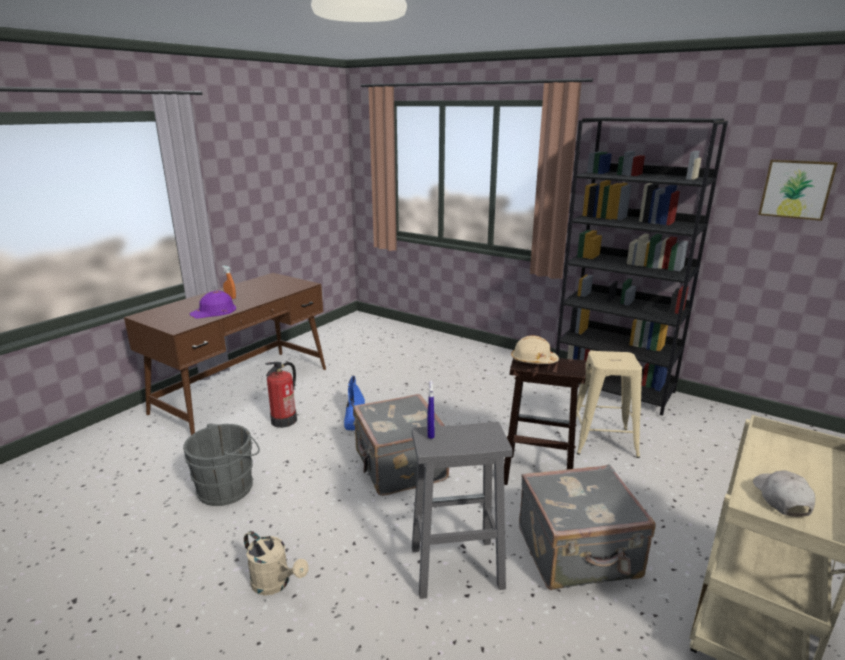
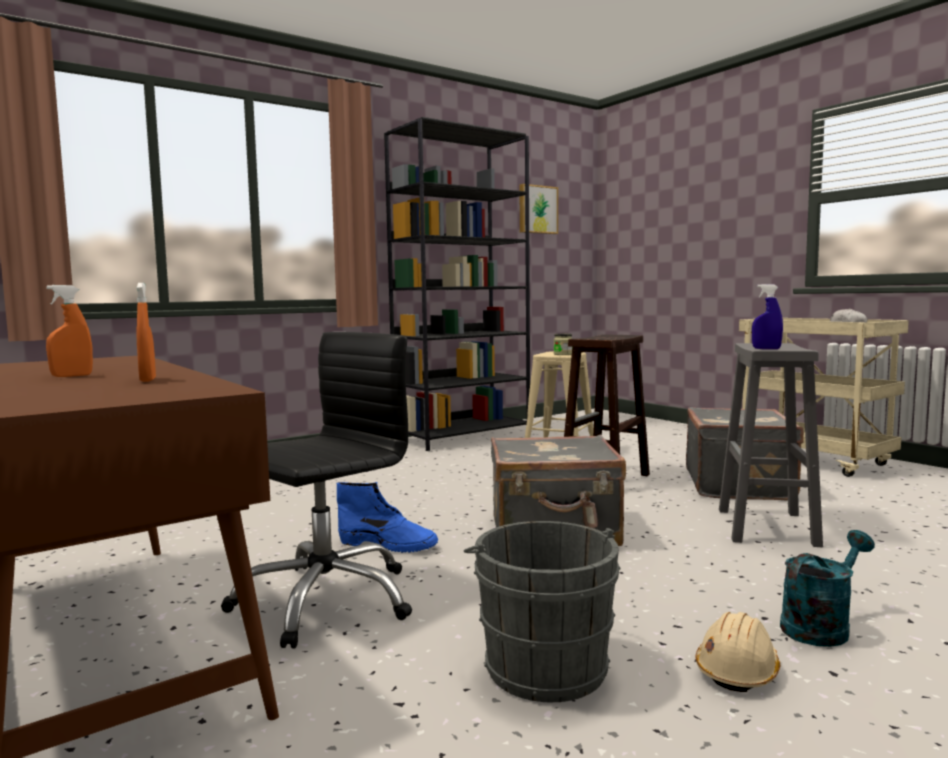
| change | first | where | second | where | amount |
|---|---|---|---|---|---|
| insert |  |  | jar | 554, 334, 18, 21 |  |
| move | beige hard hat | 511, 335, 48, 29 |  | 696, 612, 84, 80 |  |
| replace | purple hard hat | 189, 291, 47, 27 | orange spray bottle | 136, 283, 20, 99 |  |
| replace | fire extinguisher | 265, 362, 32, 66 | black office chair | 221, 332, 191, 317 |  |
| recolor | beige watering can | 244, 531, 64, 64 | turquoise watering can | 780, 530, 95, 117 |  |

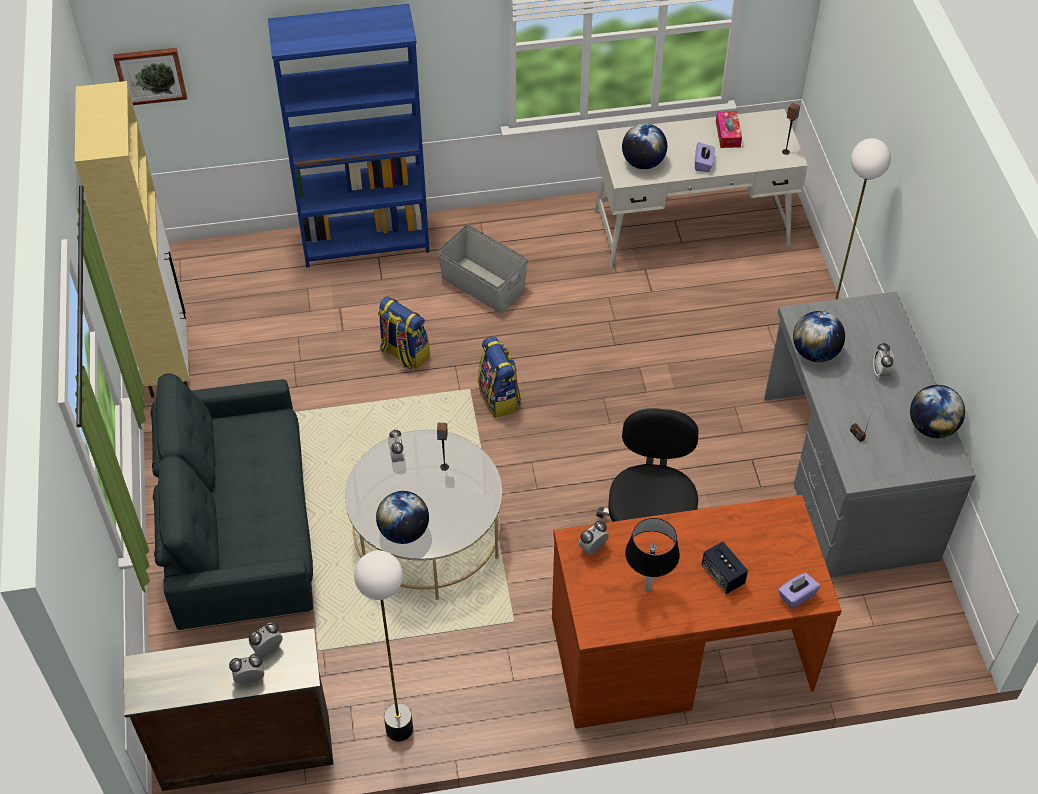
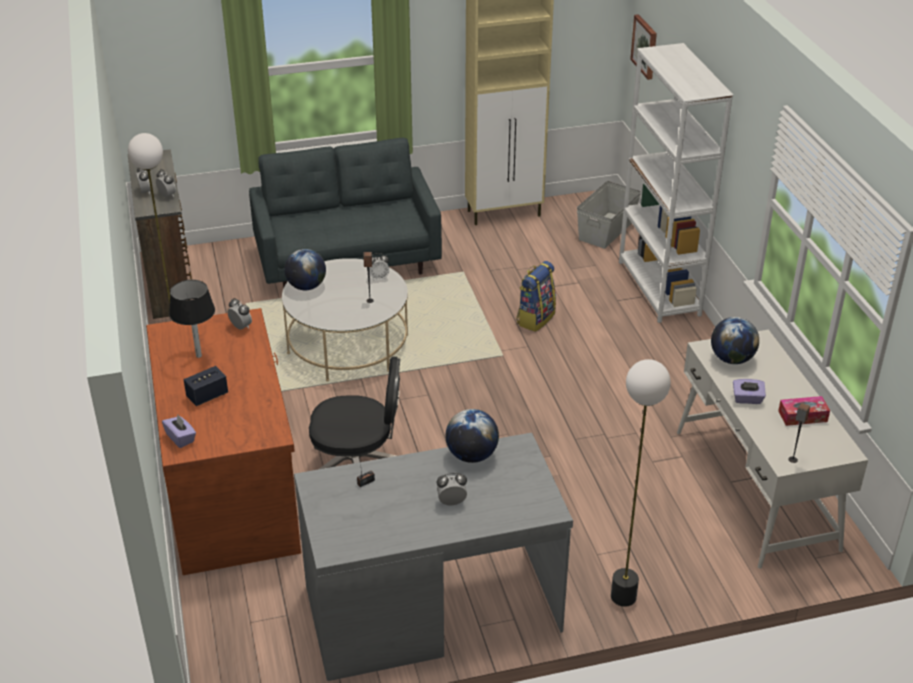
| change | first | where | second | where | amount |
|---|---|---|---|---|---|
| delete | backpack | 478, 336, 43, 82 |  |  |  |
| delete | globe | 910, 385, 55, 53 |  |  |  |
| move | grey storage box | 437, 224, 91, 90 |  | 577, 181, 64, 68 |  |
| recolor | blue bookcase | 268, 4, 162, 264 | white bookcase | 619, 43, 114, 280 |  |

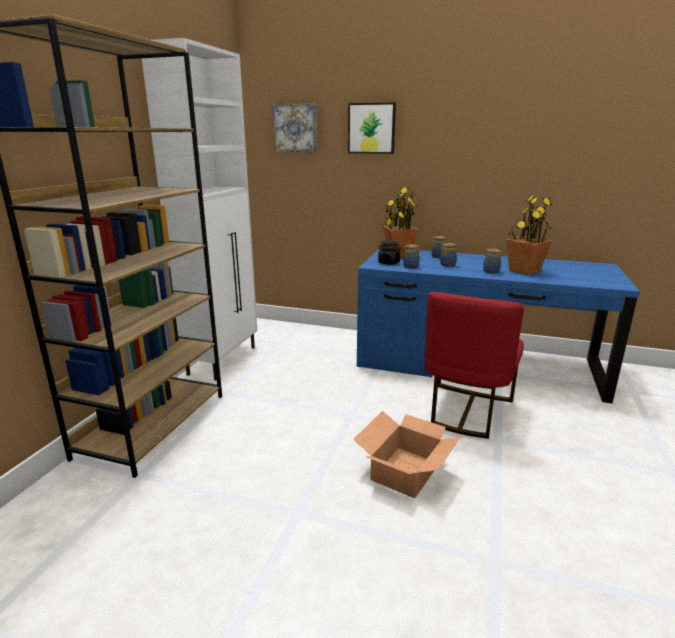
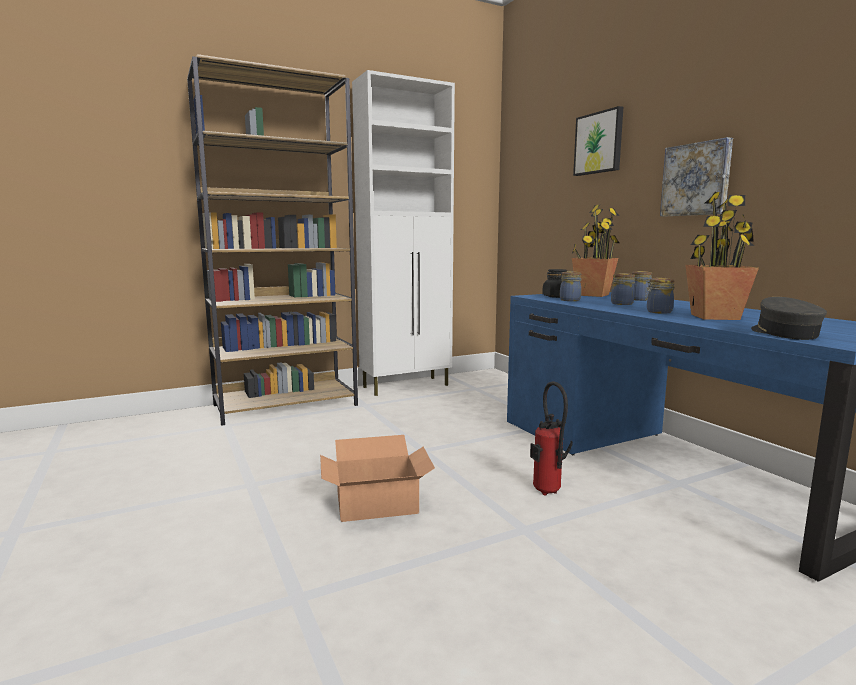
| change | first | where | second | where | amount |
|---|---|---|---|---|---|
| insert |  |  | grey cap | 751, 297, 76, 43 |  |
| move | picture | 273, 103, 44, 49 |  | 660, 137, 73, 79 |  |
| replace | red chair | 424, 292, 100, 147 | fire extinguisher | 530, 381, 43, 115 |  |

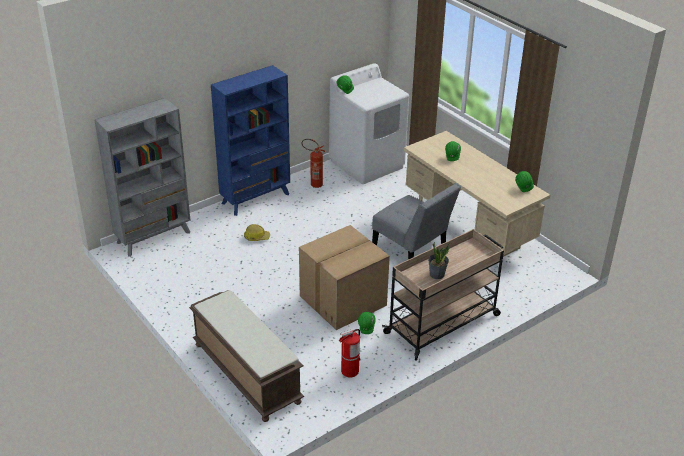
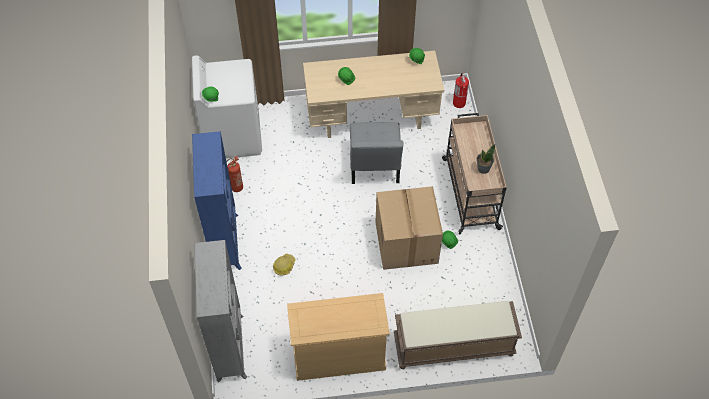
| change | first | where | second | where | amount |
|---|---|---|---|---|---|
| insert |  |  | beige dresser | 287, 293, 103, 88 |  |
| move | fire extinguisher | 339, 329, 22, 49 |  | 453, 73, 16, 35 |  |
| rotate | grey chair | 372, 183, 89, 77 |  | 350, 122, 54, 62 | 105 degrees clockwise |

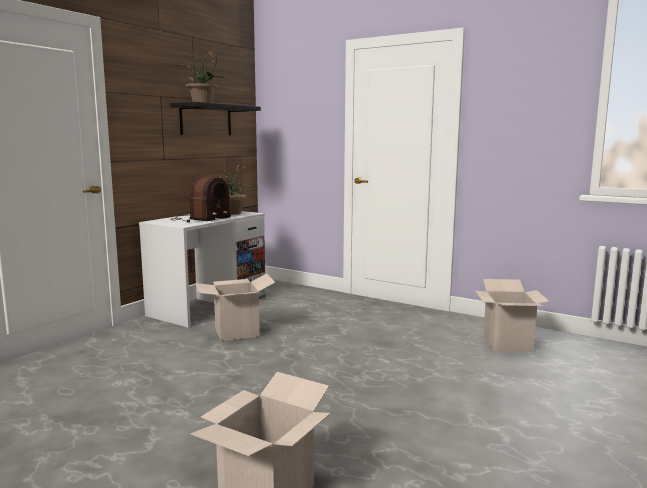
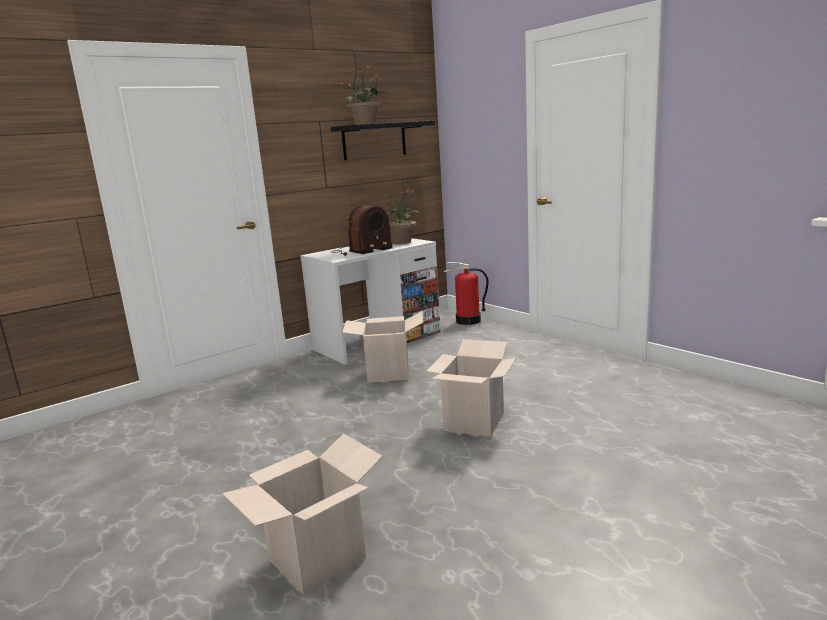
| change | first | where | second | where | amount |
|---|---|---|---|---|---|
| insert |  |  | fire extinguisher | 444, 262, 45, 63 |  |
| move | cardboard box | 475, 279, 75, 73 |  | 426, 339, 90, 98 |  |

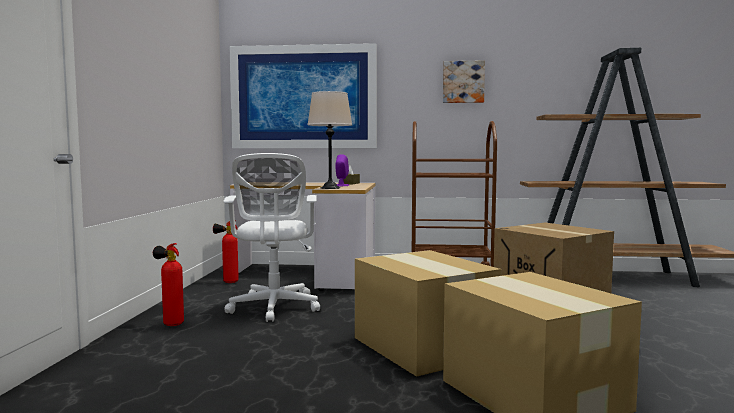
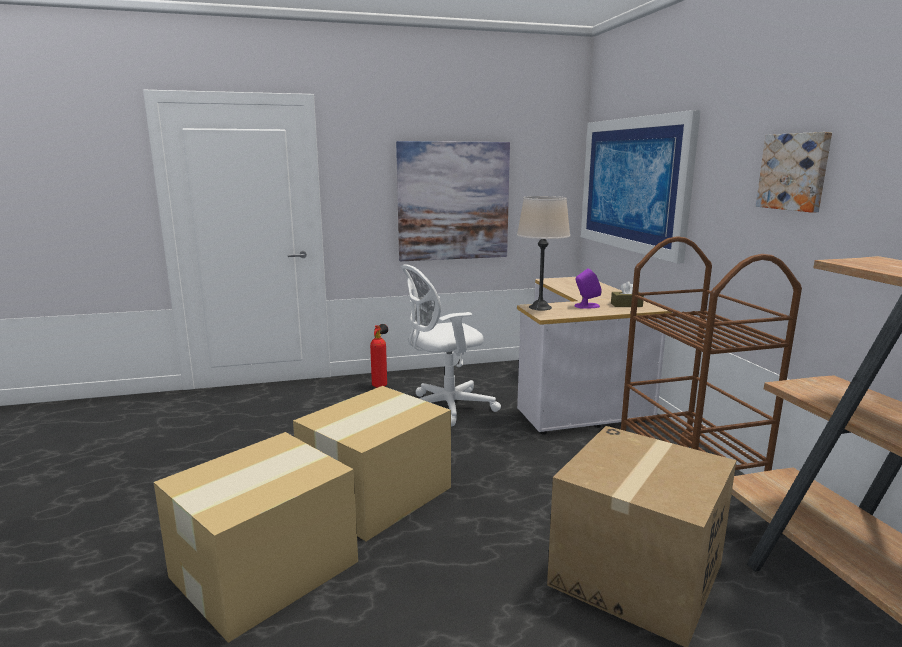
| change | first | where | second | where | amount |
|---|---|---|---|---|---|
| delete | fire extinguisher | 213, 220, 26, 63 |  |  |  |
| insert |  |  | picture | 396, 141, 114, 120 |  |

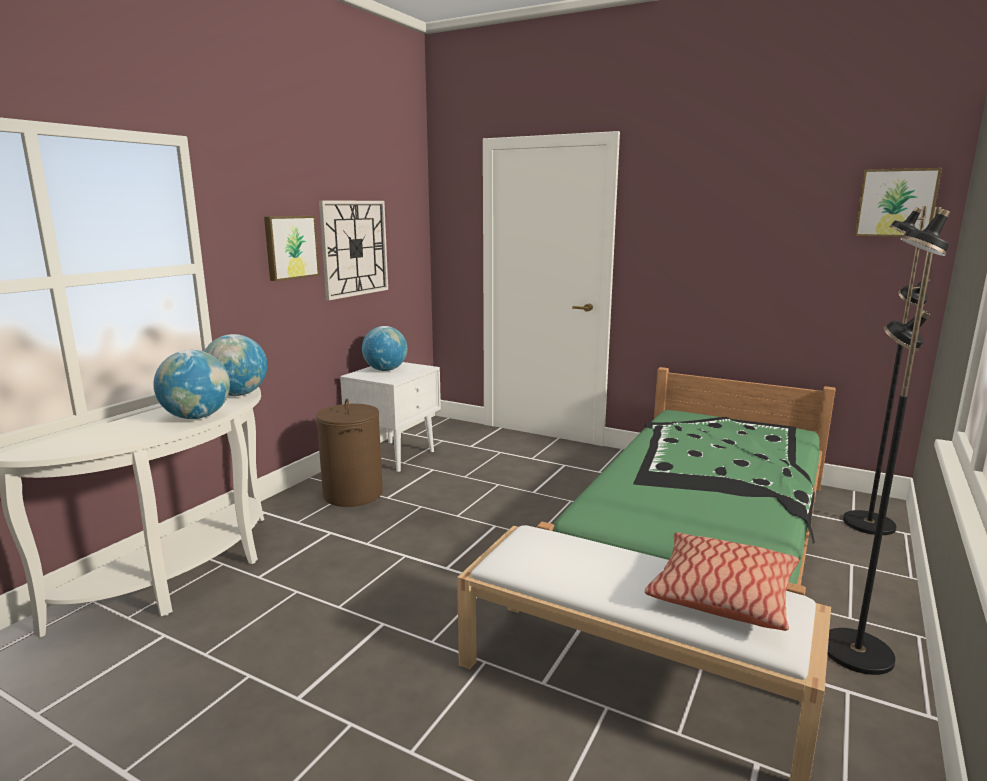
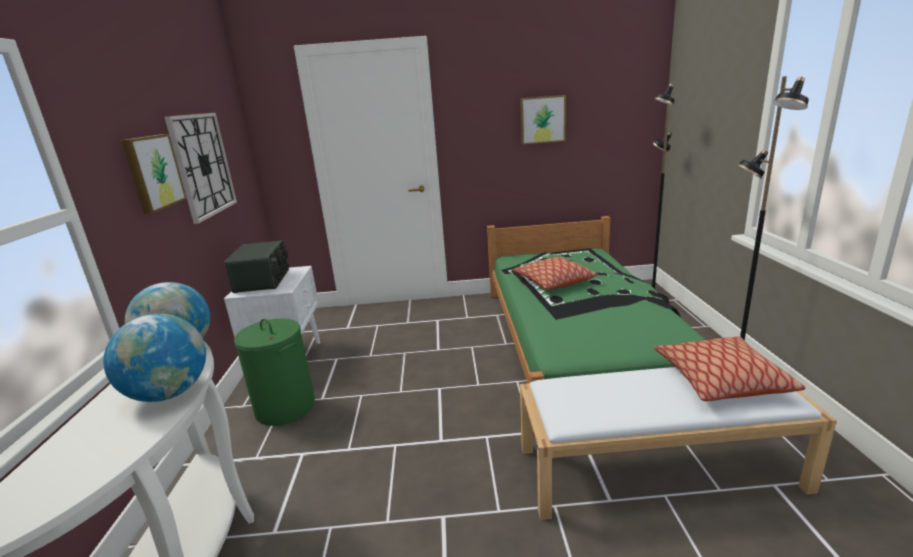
| change | first | where | second | where | amount |
|---|---|---|---|---|---|
| insert |  |  | pillow | 513, 257, 84, 33 |  |
| move | picture | 855, 168, 87, 69 |  | 520, 95, 46, 50 |  |
| replace | globe | 362, 326, 45, 45 | radio | 225, 240, 64, 53 |  |
| recolor | brown laundry basket | 316, 399, 67, 108 | green laundry basket | 234, 318, 81, 108 |  |

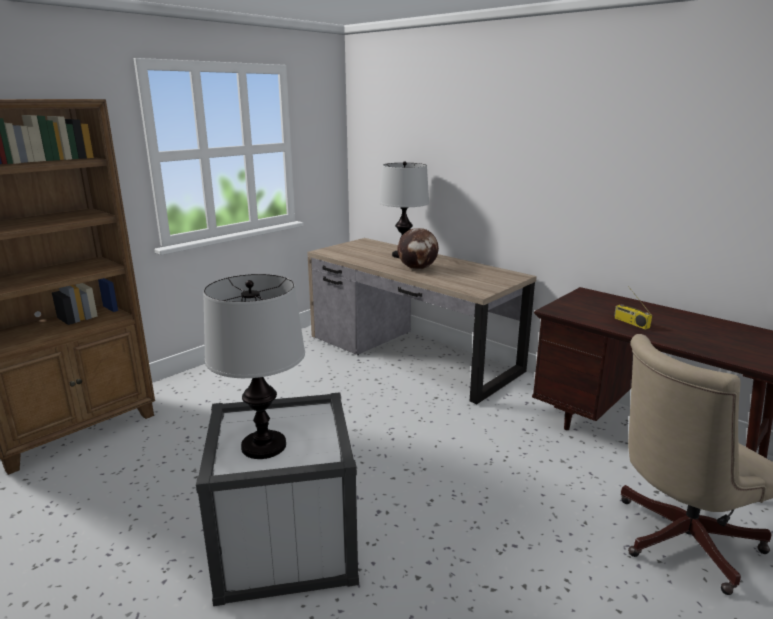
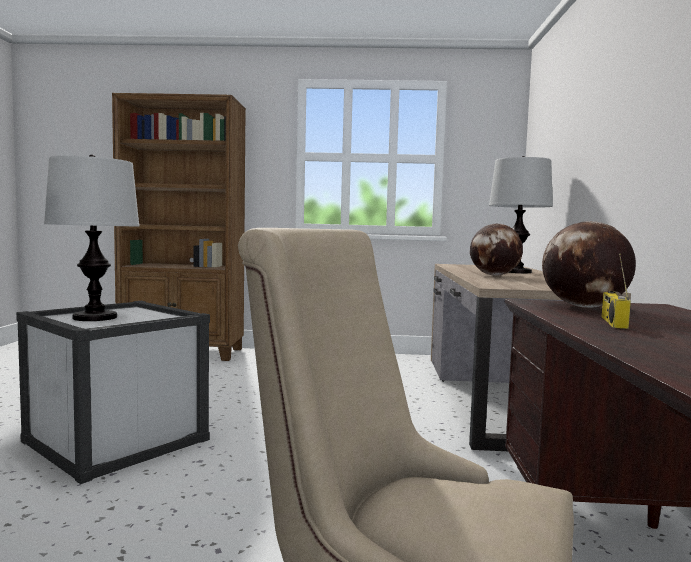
| change | first | where | second | where | amount |
|---|---|---|---|---|---|
| insert |  |  | globe | 542, 221, 94, 87 |  |

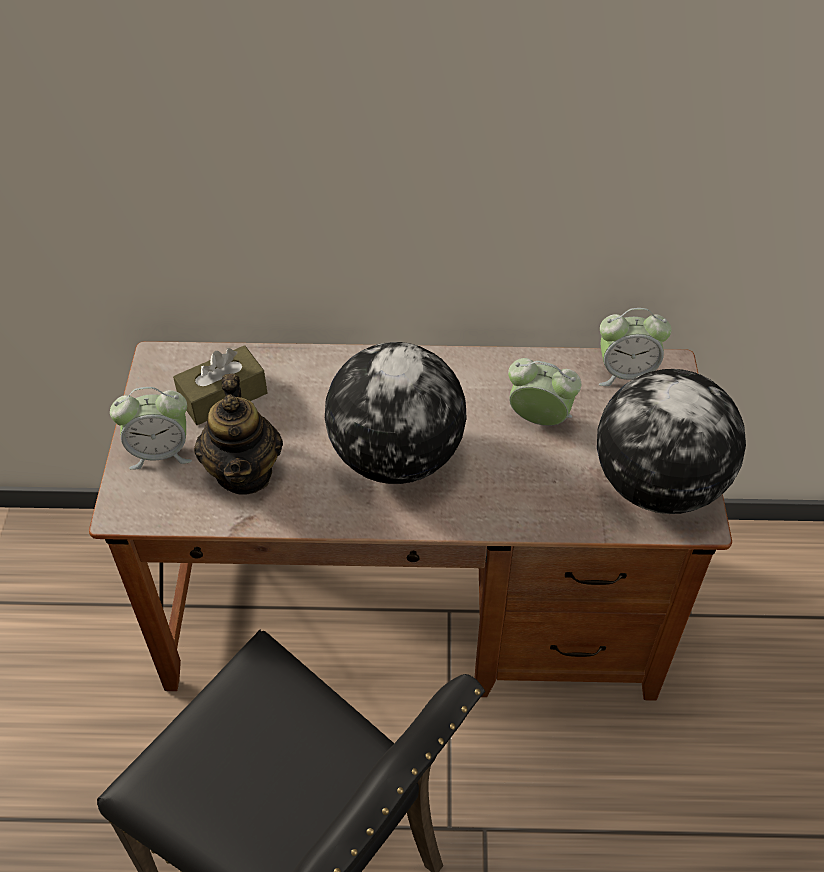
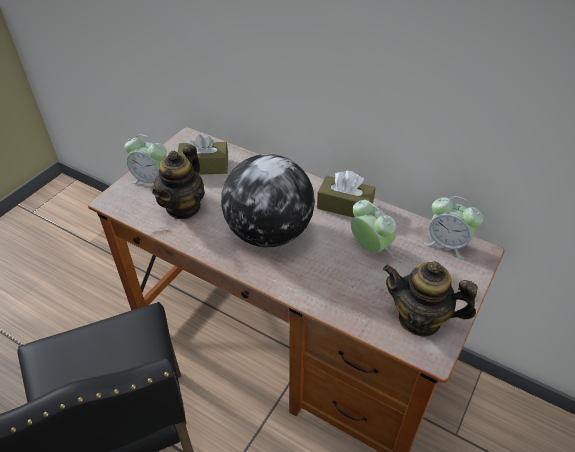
| change | first | where | second | where | amount |
|---|---|---|---|---|---|
| insert |  |  | brown tissue box | 317, 171, 59, 47 |  |
| replace | globe | 597, 369, 149, 145 | teapot | 383, 261, 95, 76 |  |

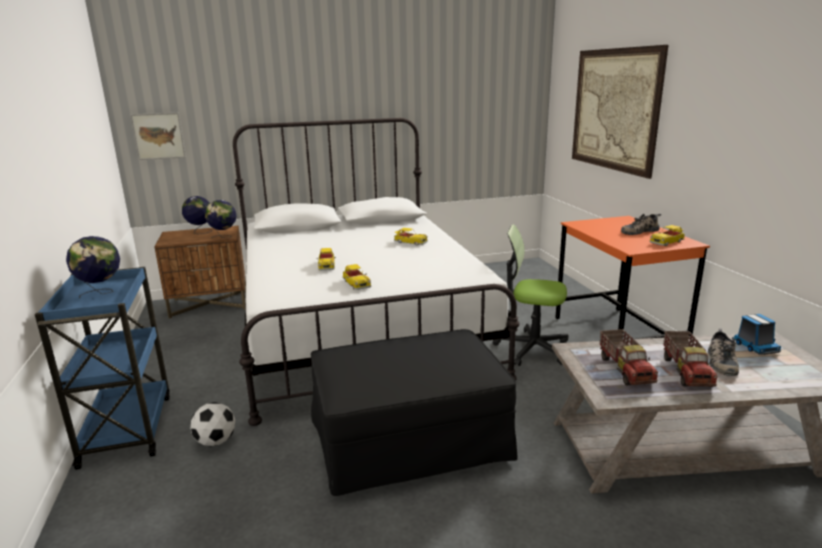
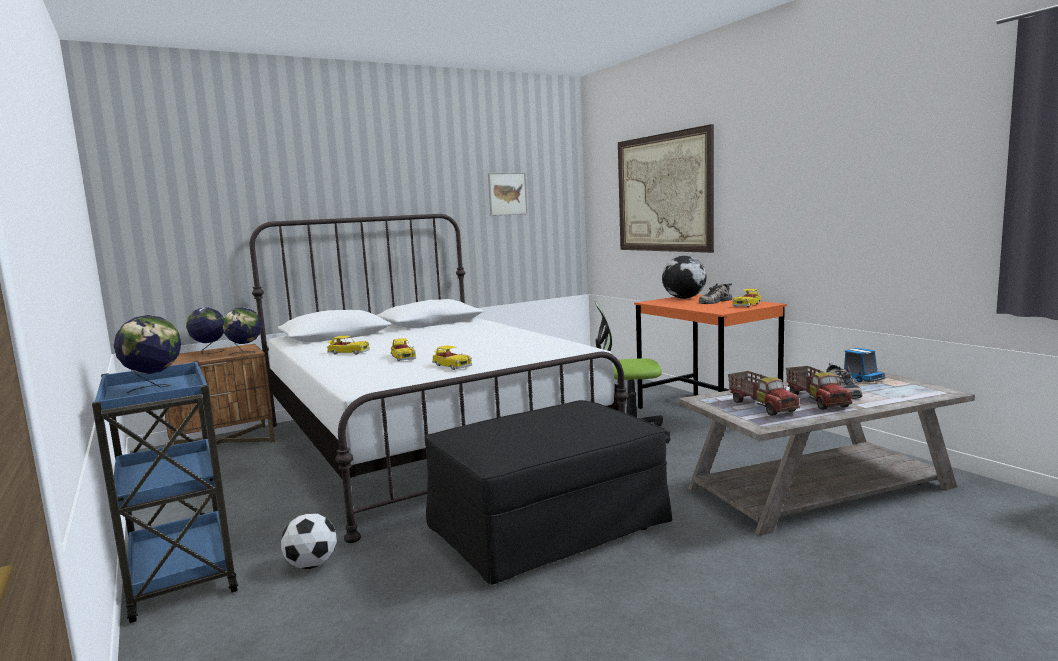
| change | first | where | second | where | amount |
|---|---|---|---|---|---|
| insert |  |  | globe | 662, 256, 45, 43 |  |
| move | picture | 130, 113, 56, 47 |  | 488, 172, 40, 44 |  |
| move | toy car | 394, 228, 34, 18 |  | 327, 336, 43, 19 |  |

